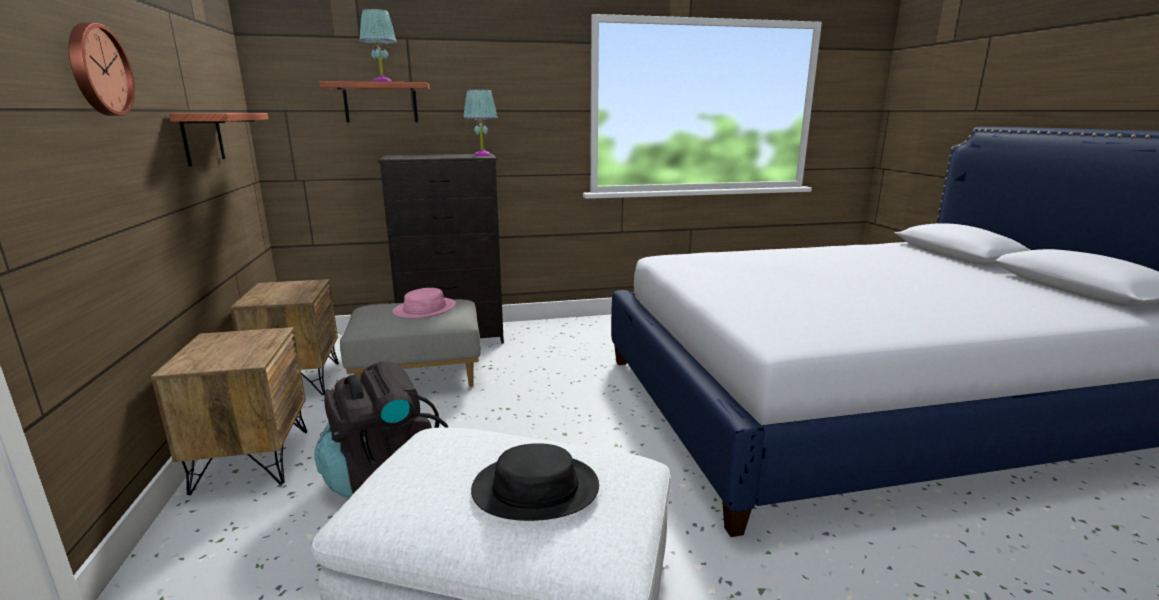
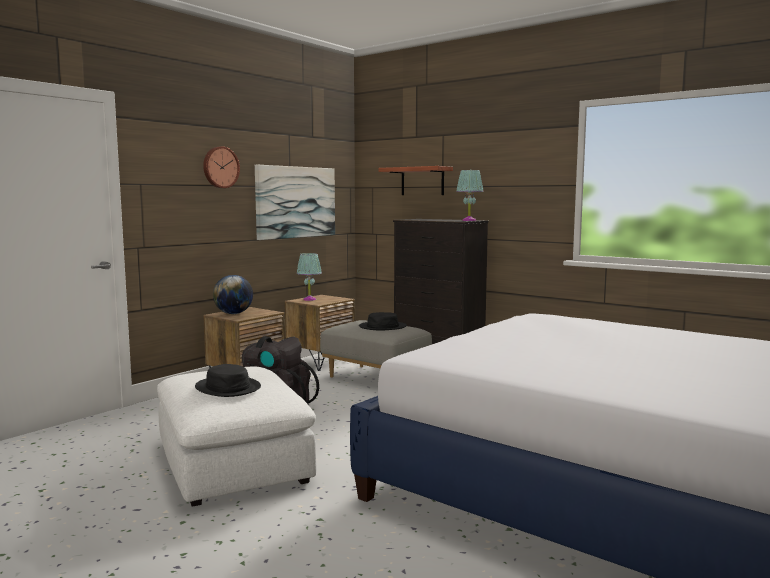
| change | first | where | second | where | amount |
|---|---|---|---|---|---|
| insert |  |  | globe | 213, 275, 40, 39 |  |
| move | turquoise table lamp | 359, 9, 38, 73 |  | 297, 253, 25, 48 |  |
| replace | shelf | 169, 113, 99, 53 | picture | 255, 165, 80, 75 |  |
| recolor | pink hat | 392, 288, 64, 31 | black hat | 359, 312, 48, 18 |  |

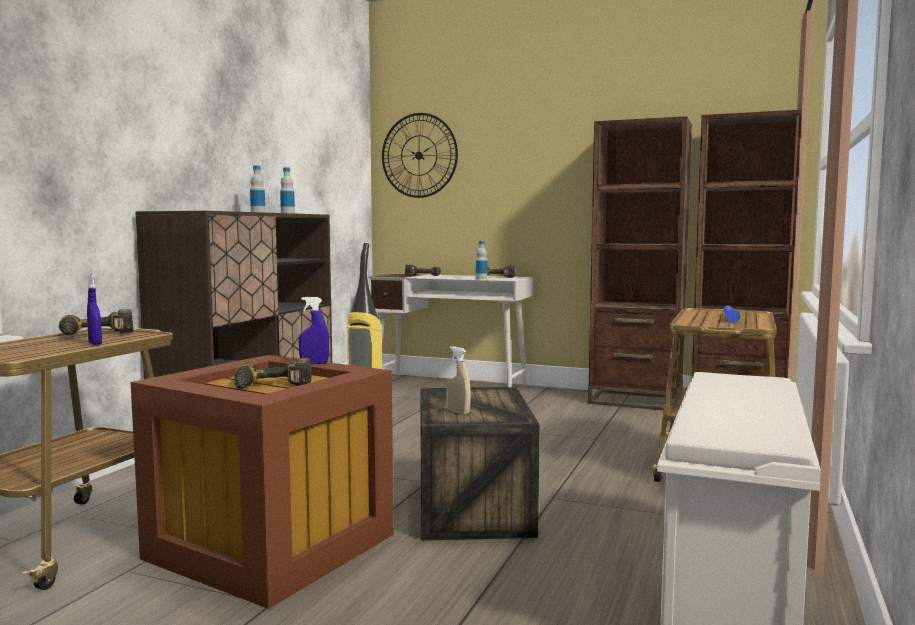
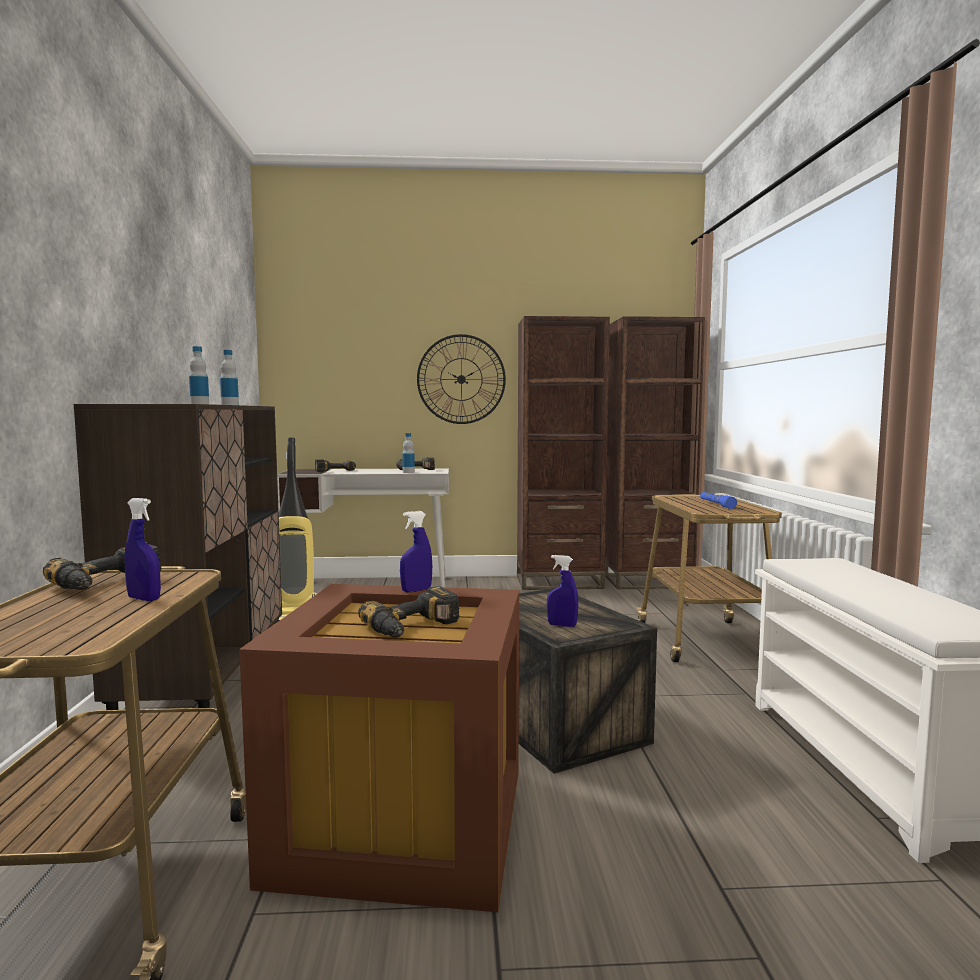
| change | first | where | second | where | amount |
|---|---|---|---|---|---|
| move | wall clock | 382, 113, 76, 85 |  | 417, 334, 89, 90 |  |
| recolor | beige spray bottle | 447, 346, 24, 69 | blue spray bottle | 547, 555, 31, 72 |  |

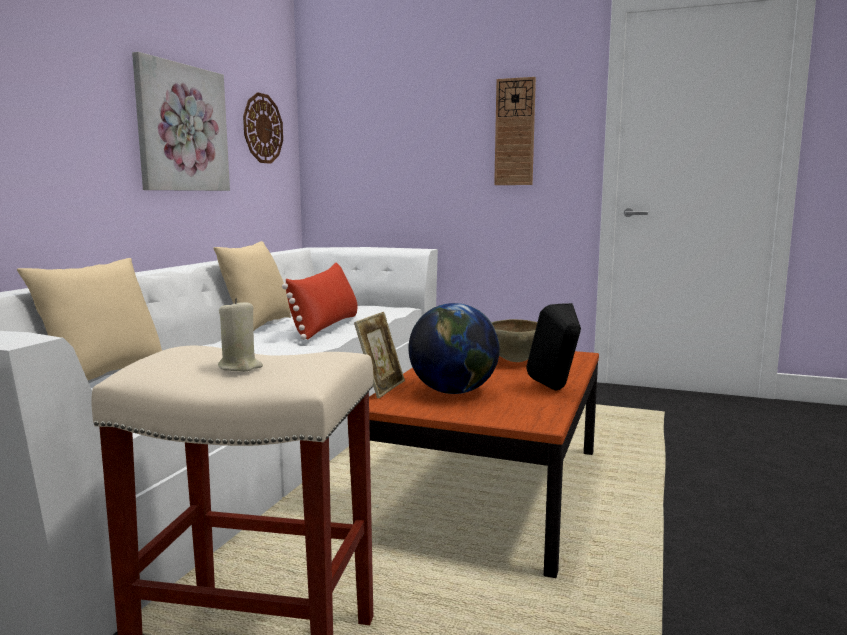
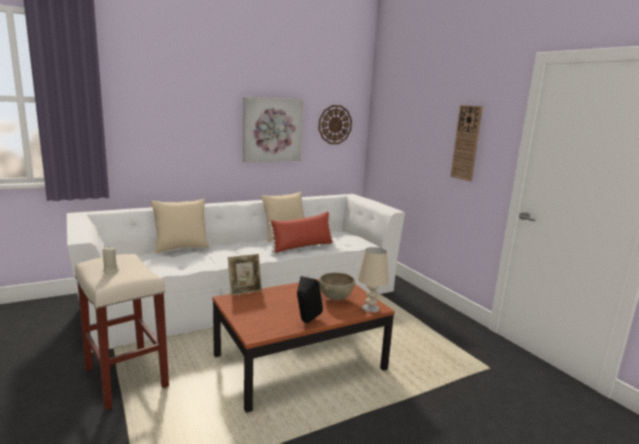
| change | first | where | second | where | amount |
|---|---|---|---|---|---|
| delete | globe | 408, 303, 92, 91 |  |  |  |
| insert |  |  | beige table lamp | 358, 247, 31, 66 |  |

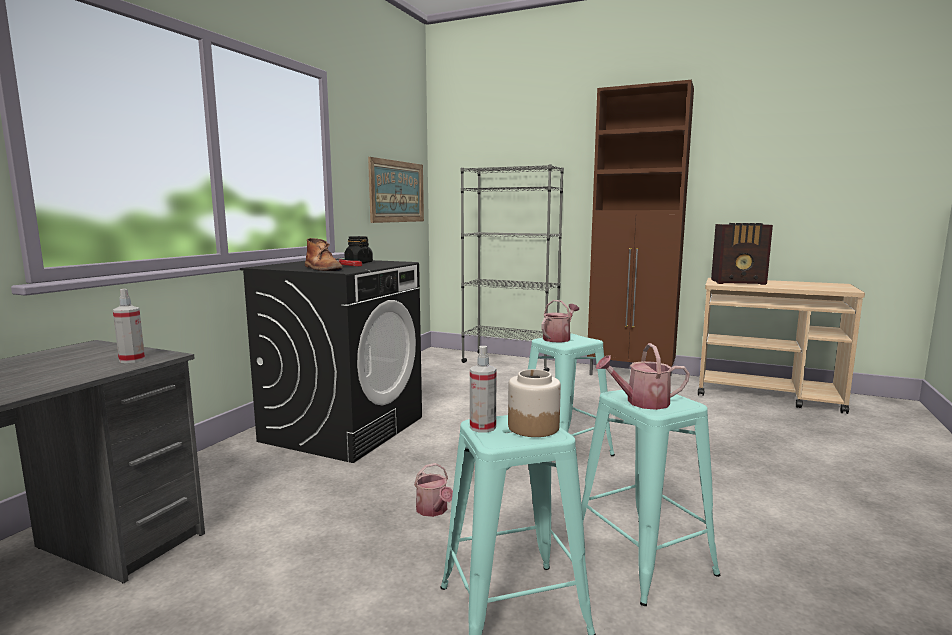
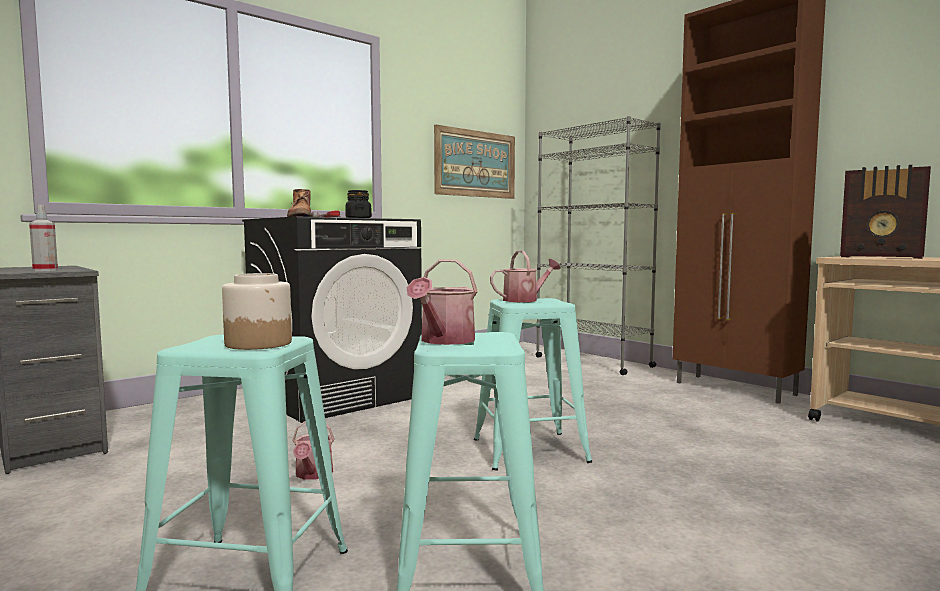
| change | first | where | second | where | amount |
|---|---|---|---|---|---|
| delete | spray bottle | 470, 346, 27, 87 |  |  |  |
| rotate | watering can | 596, 343, 94, 67 |  | 407, 259, 71, 86 | 90 degrees counterclockwise |

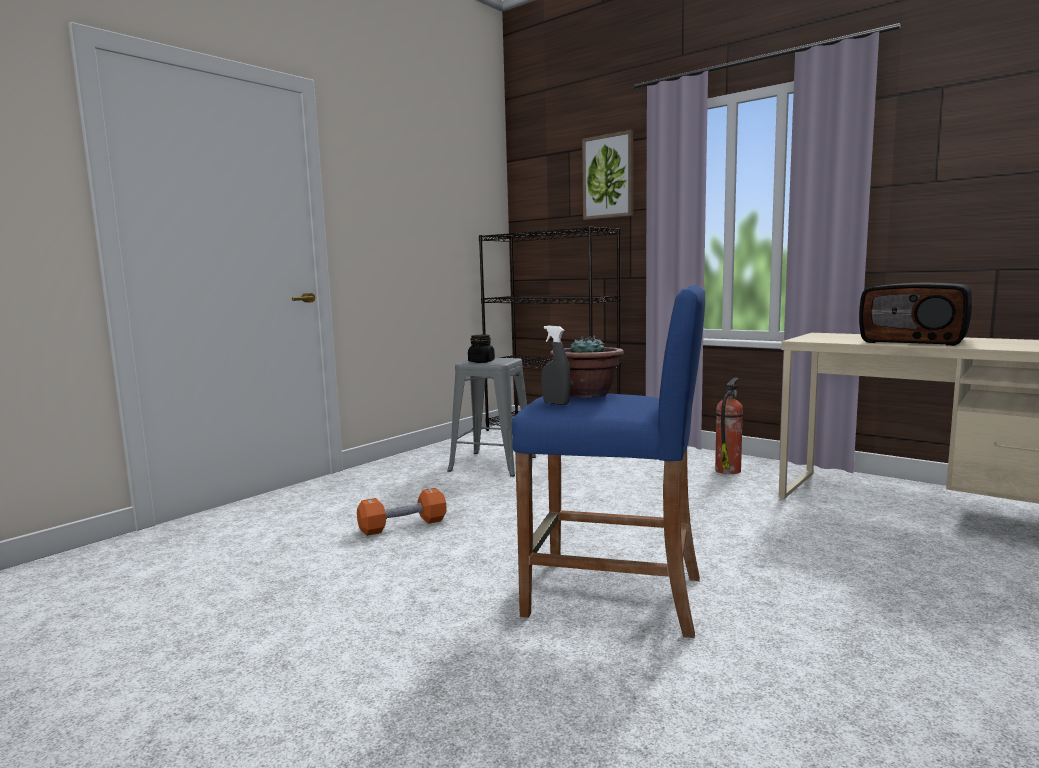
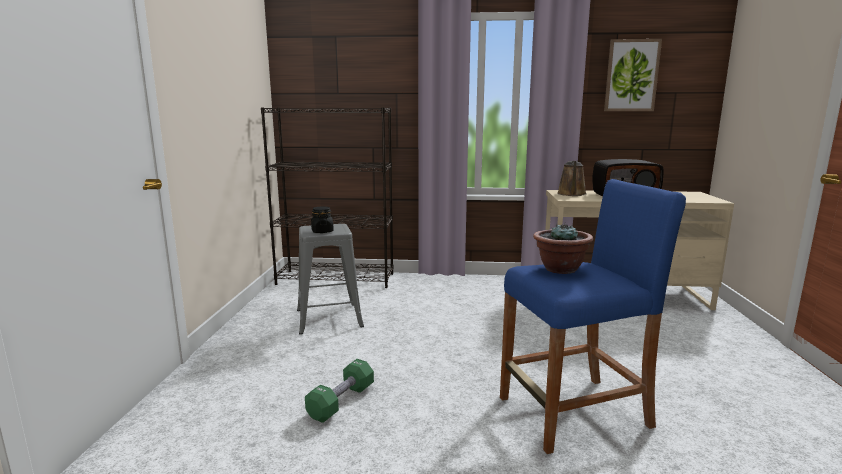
| change | first | where | second | where | amount |
|---|---|---|---|---|---|
| delete | grey spray bottle | 541, 326, 30, 79 |  |  |  |
| delete | fire extinguisher | 715, 378, 28, 96 |  |  |  |
| insert |  |  | brown watering can | 557, 161, 30, 35 |  |
| move | picture | 582, 130, 51, 90 |  | 604, 39, 58, 72 |  |
| recolor | orange dumbbell | 357, 488, 90, 48 | green dumbbell | 305, 359, 69, 64 |  |

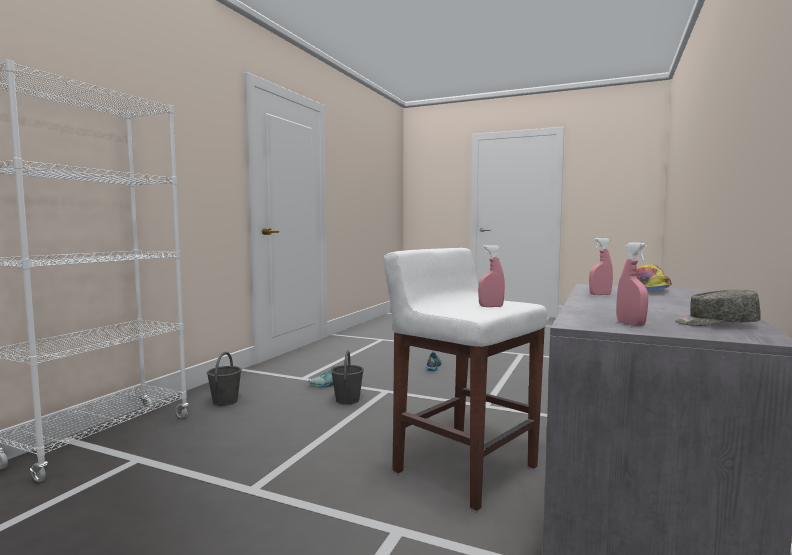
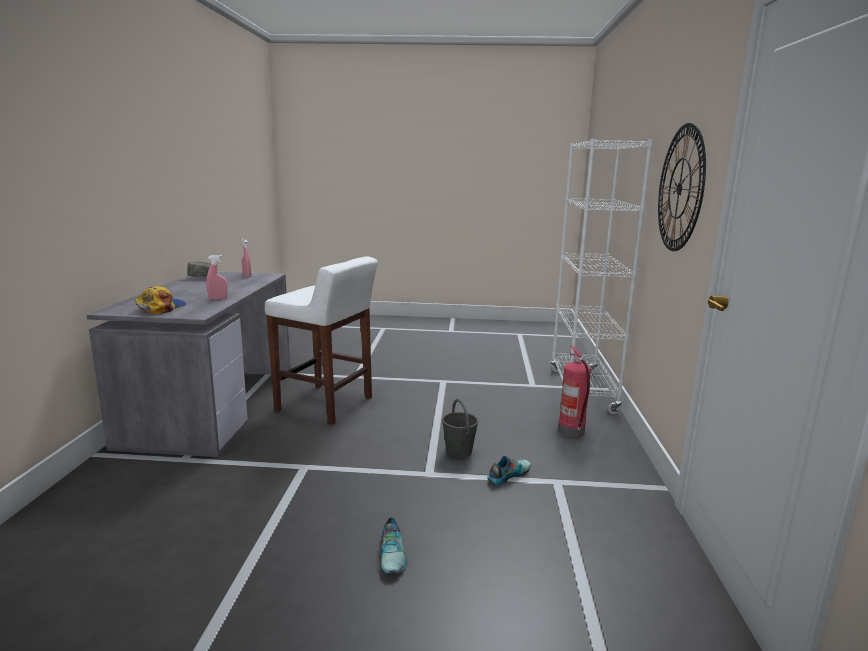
| change | first | where | second | where | amount |
|---|---|---|---|---|---|
| delete | pink spray bottle | 478, 245, 27, 62 |  |  |  |
| insert |  |  | wall clock | 658, 123, 48, 128 |  |
| replace | grey bucket | 207, 352, 35, 54 | fire extinguisher | 558, 346, 33, 92 |  |

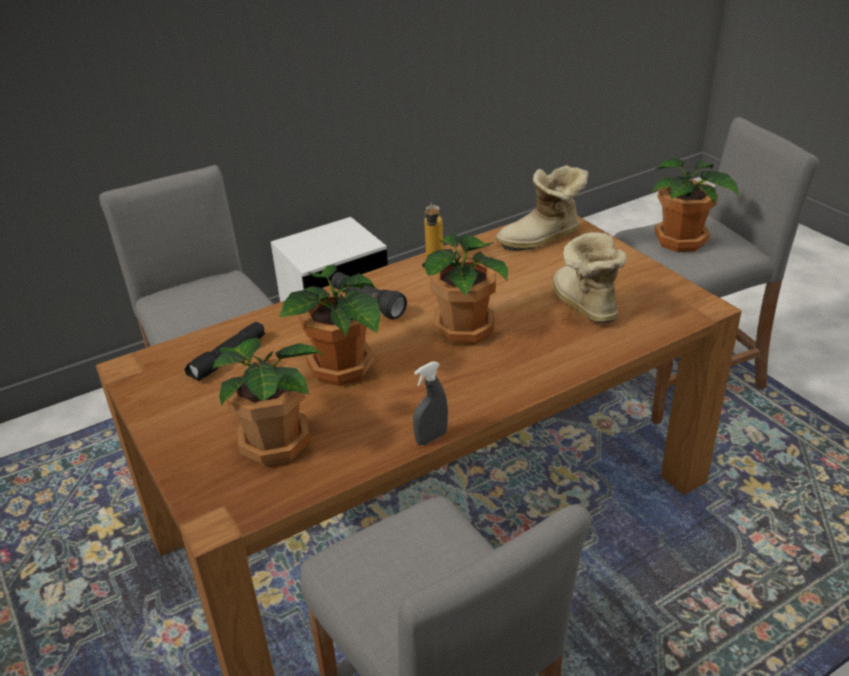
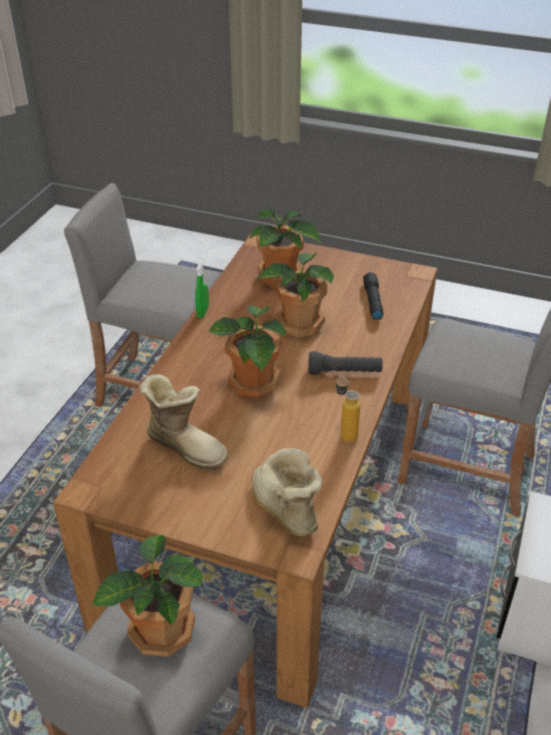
| change | first | where | second | where | amount |
|---|---|---|---|---|---|
| recolor | grey spray bottle | 413, 361, 35, 84 | green spray bottle | 195, 258, 14, 60 |  |
| rotate | boot | 495, 165, 93, 85 |  | 252, 448, 70, 89 | 60 degrees counterclockwise |

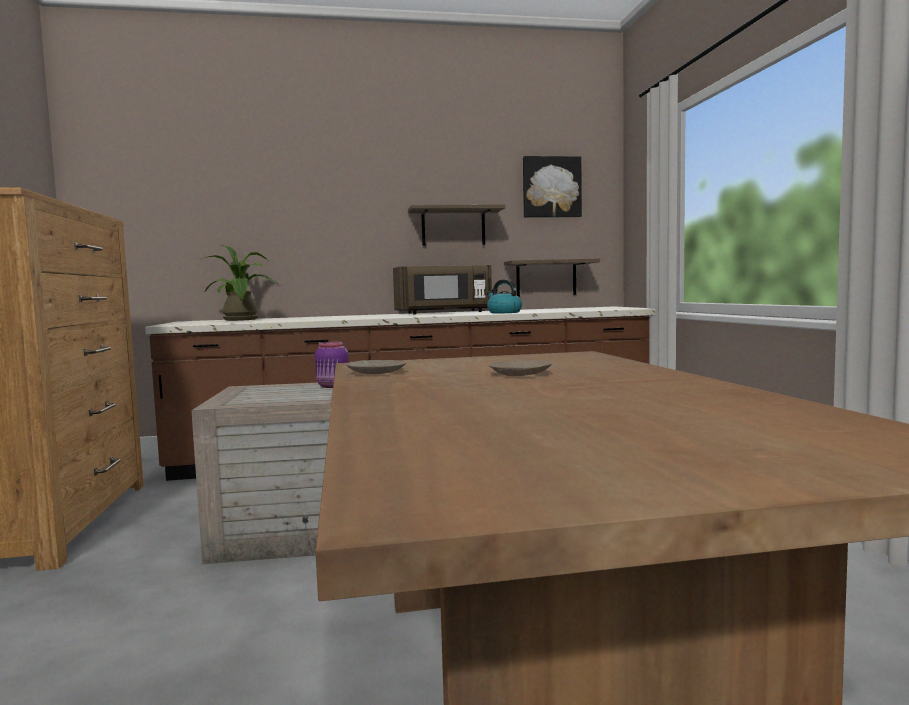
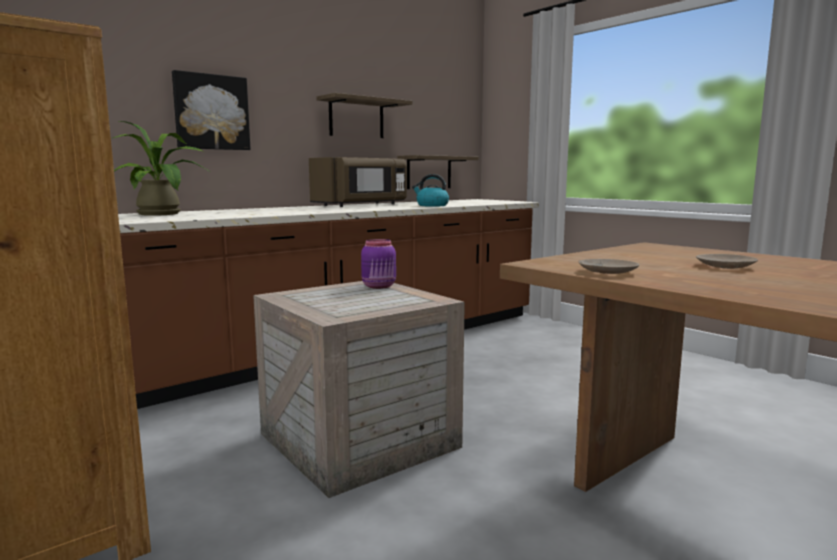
| change | first | where | second | where | amount |
|---|---|---|---|---|---|
| move | picture | 523, 156, 59, 62 |  | 172, 70, 79, 80 |  |

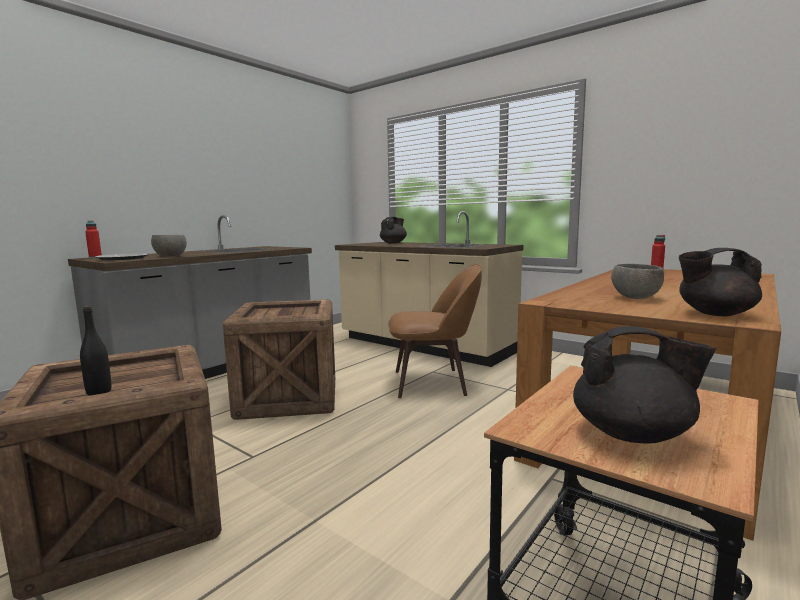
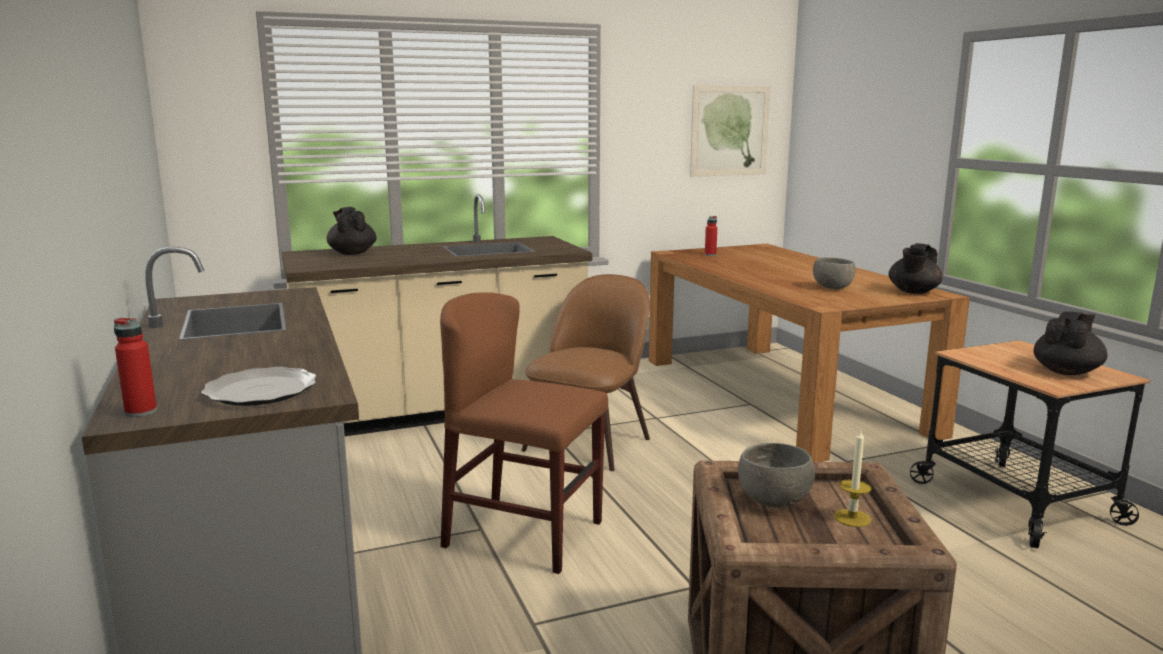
| change | first | where | second | where | amount |
|---|---|---|---|---|---|
| insert |  |  | picture | 690, 85, 81, 92 |  |
| move | grey bowl | 151, 234, 36, 23 |  | 738, 443, 77, 65 |  |
| replace | black bottle | 80, 306, 31, 90 | candle | 834, 429, 38, 98 |  |
| replace | crate | 223, 299, 112, 121 | brown chair | 440, 292, 168, 282 |  |

